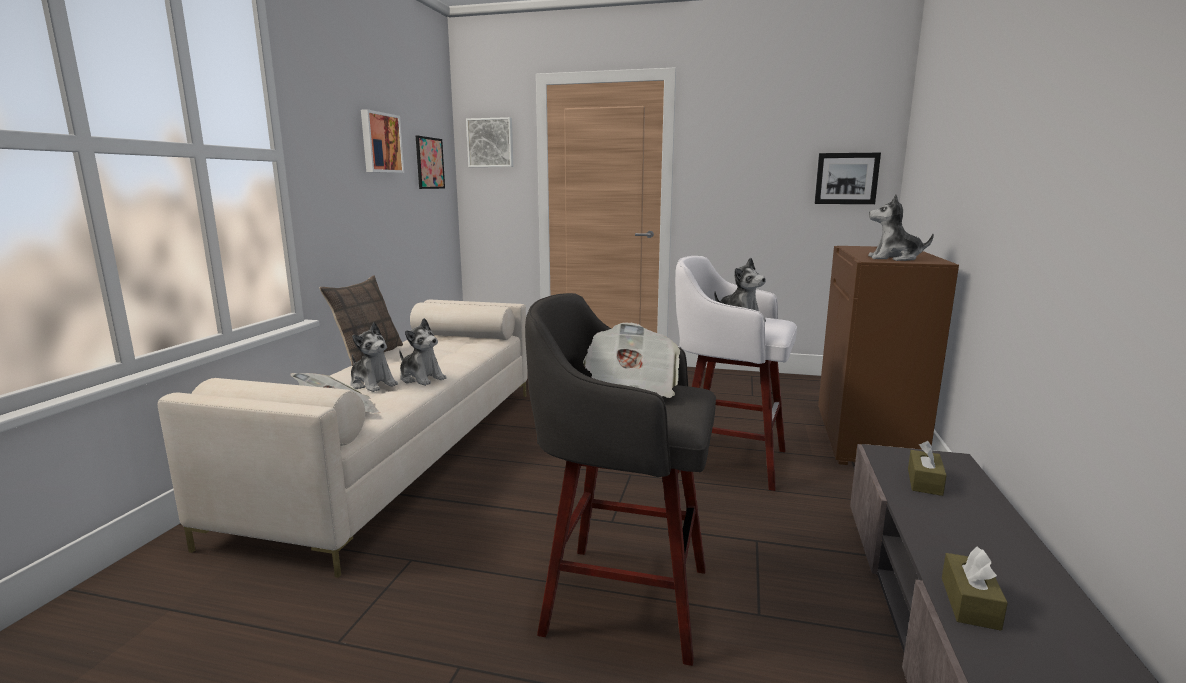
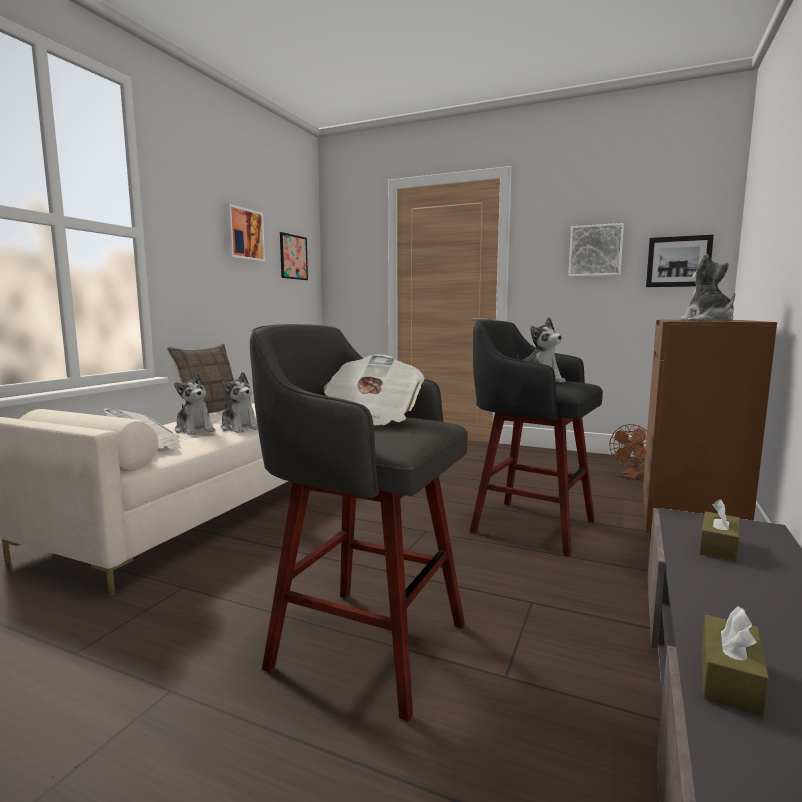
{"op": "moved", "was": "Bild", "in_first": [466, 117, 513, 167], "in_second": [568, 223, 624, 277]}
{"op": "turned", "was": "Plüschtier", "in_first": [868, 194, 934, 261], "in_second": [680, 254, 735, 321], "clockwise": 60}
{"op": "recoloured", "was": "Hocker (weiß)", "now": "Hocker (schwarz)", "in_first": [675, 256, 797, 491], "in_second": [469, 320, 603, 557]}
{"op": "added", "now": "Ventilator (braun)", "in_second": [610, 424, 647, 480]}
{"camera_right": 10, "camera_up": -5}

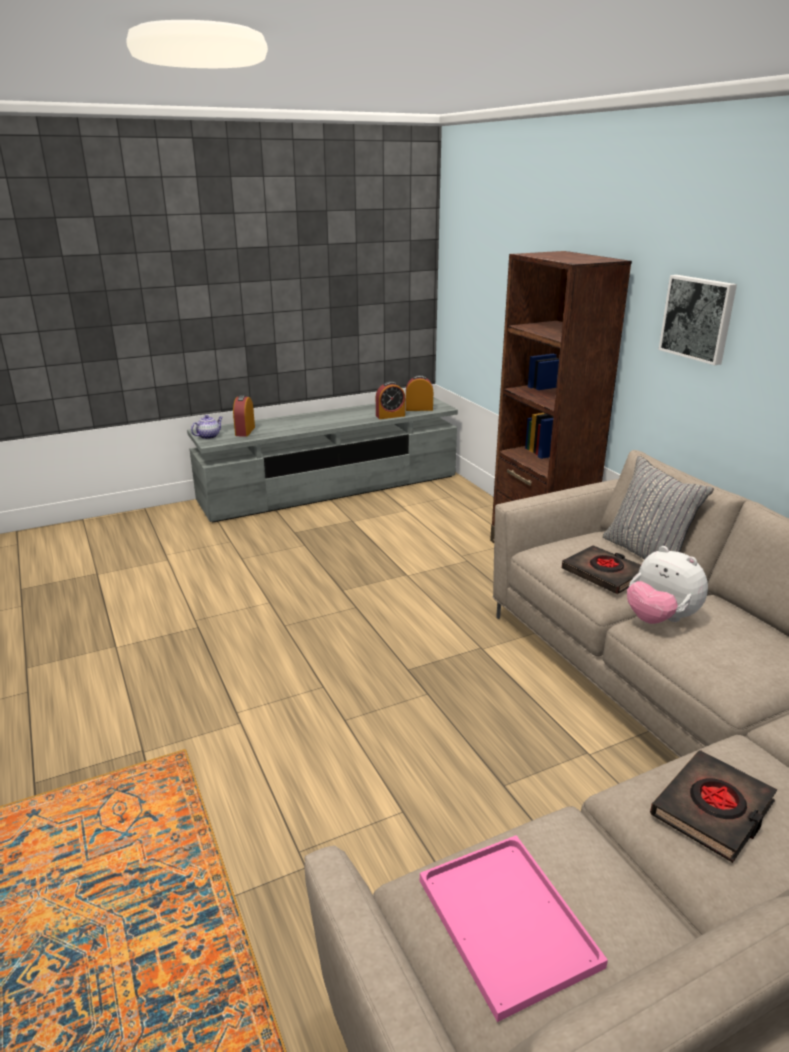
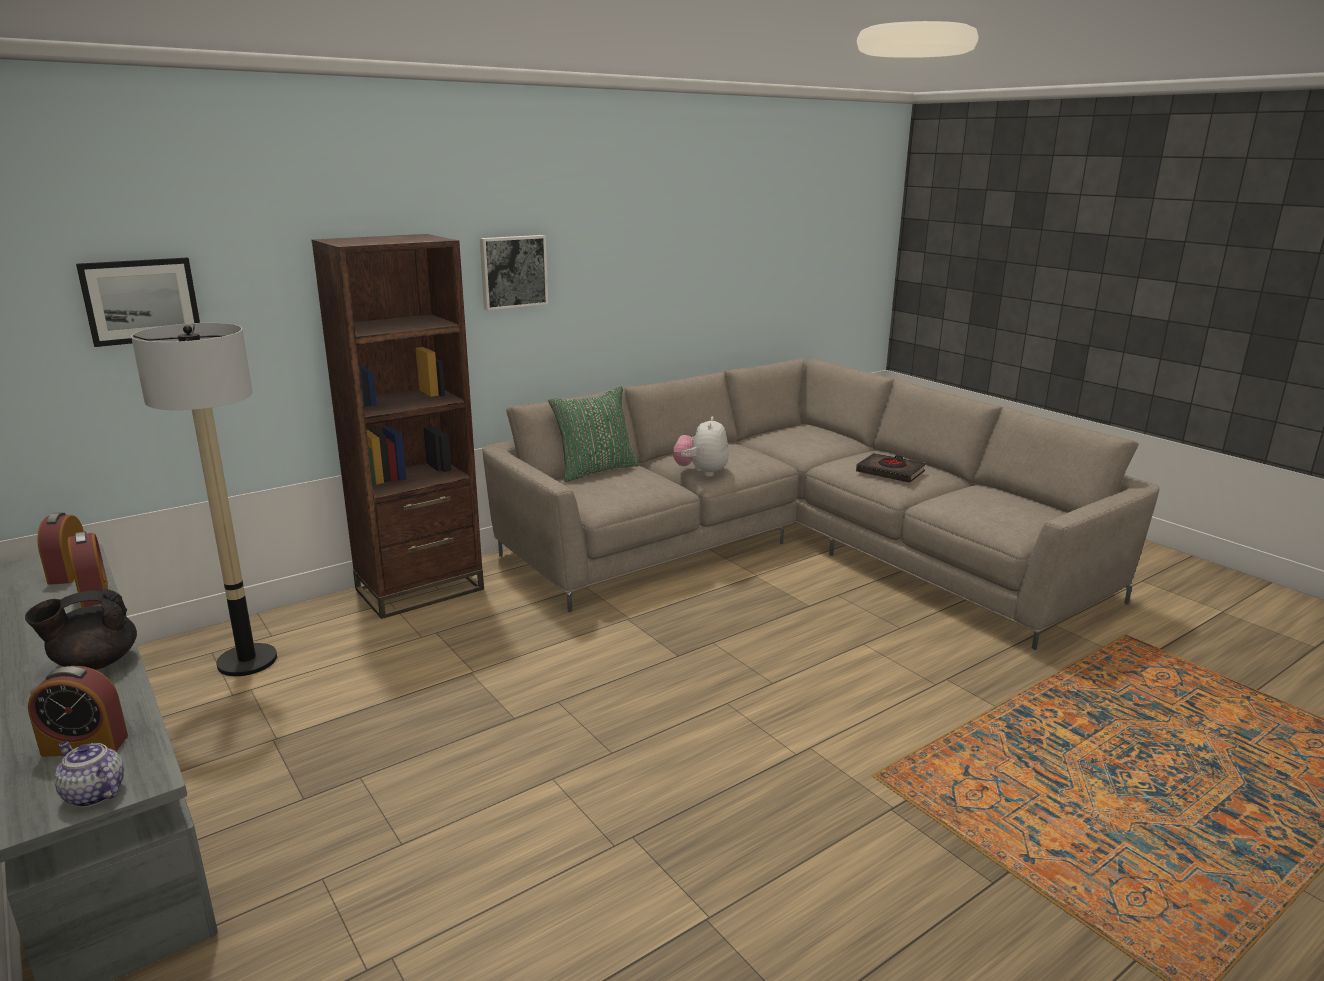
{"op": "recoloured", "was": "Kissen (grau)", "now": "Kissen (grün)", "in_first": [602, 456, 714, 559], "in_second": [548, 386, 639, 482]}
{"op": "removed", "was": "Buch (schwarz)", "in_first": [562, 545, 641, 594]}
{"op": "turned", "was": "Plüschtier", "in_first": [627, 546, 708, 624], "in_second": [673, 416, 729, 477], "clockwise": 150}
{"op": "removed", "was": "Tablett (rosa)", "in_first": [420, 835, 608, 1022]}
{"op": "added", "now": "Bild", "in_second": [76, 257, 200, 347]}
{"op": "added", "now": "Stehlampe", "in_second": [131, 323, 277, 676]}
{"op": "added", "now": "Teekanne (schwarz)", "in_second": [25, 589, 137, 670]}
{"camera_right": -100, "camera_up": -5}

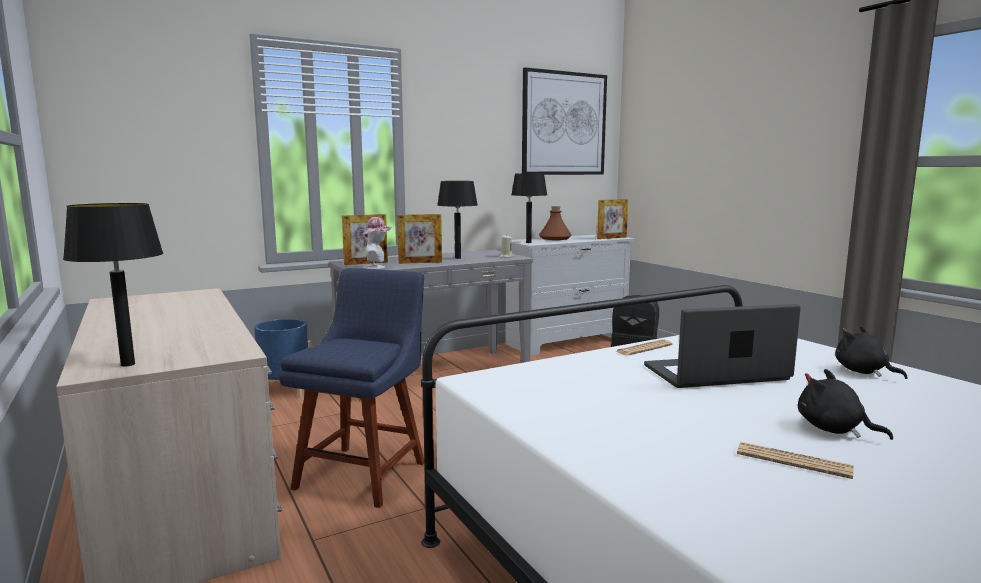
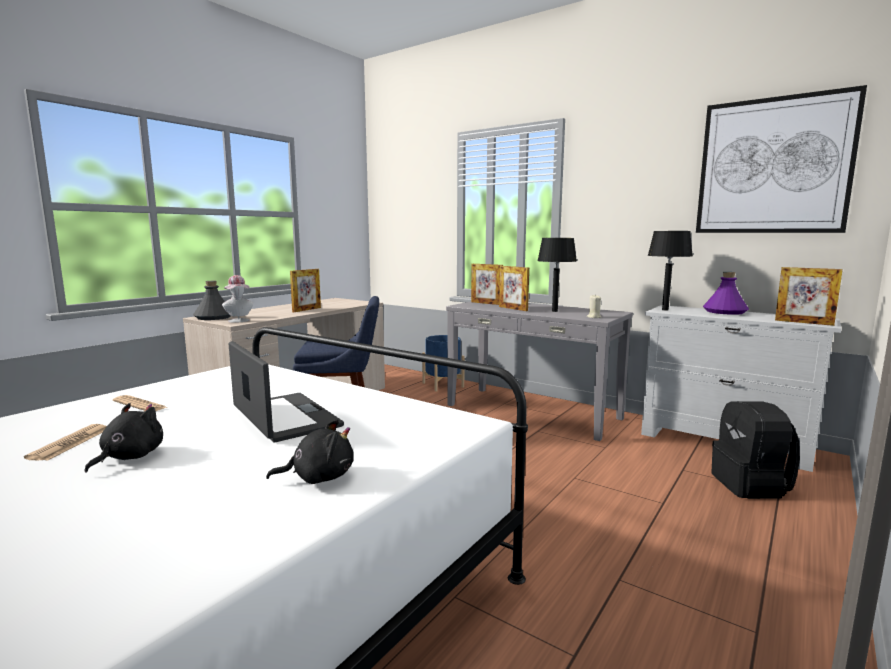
{"op": "replaced", "was": "Tischlampe (schwarz)", "now": "Flasche (grau)", "in_first": [63, 203, 164, 367], "in_second": [193, 281, 230, 320]}
{"op": "recoloured", "was": "Flasche (braun)", "now": "Flasche (lila)", "in_first": [539, 206, 572, 240], "in_second": [703, 272, 749, 315]}
{"op": "moved", "was": "Hut", "in_first": [363, 217, 392, 269], "in_second": [222, 275, 253, 323]}
{"op": "turned", "was": "Plüschtier (schwarz)", "in_first": [835, 326, 908, 379], "in_second": [266, 419, 354, 484], "clockwise": 45}
{"op": "moved", "was": "Zeitung", "in_first": [616, 339, 672, 355], "in_second": [113, 395, 167, 411]}
{"op": "added", "now": "Bilderrahmen", "in_second": [290, 269, 321, 312]}
{"camera_right": 65, "camera_up": 0}

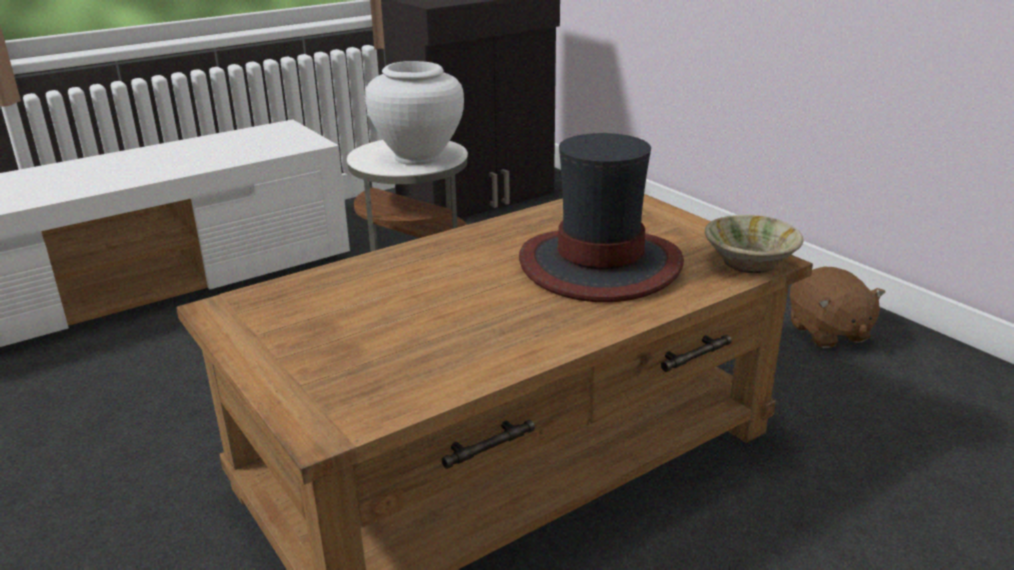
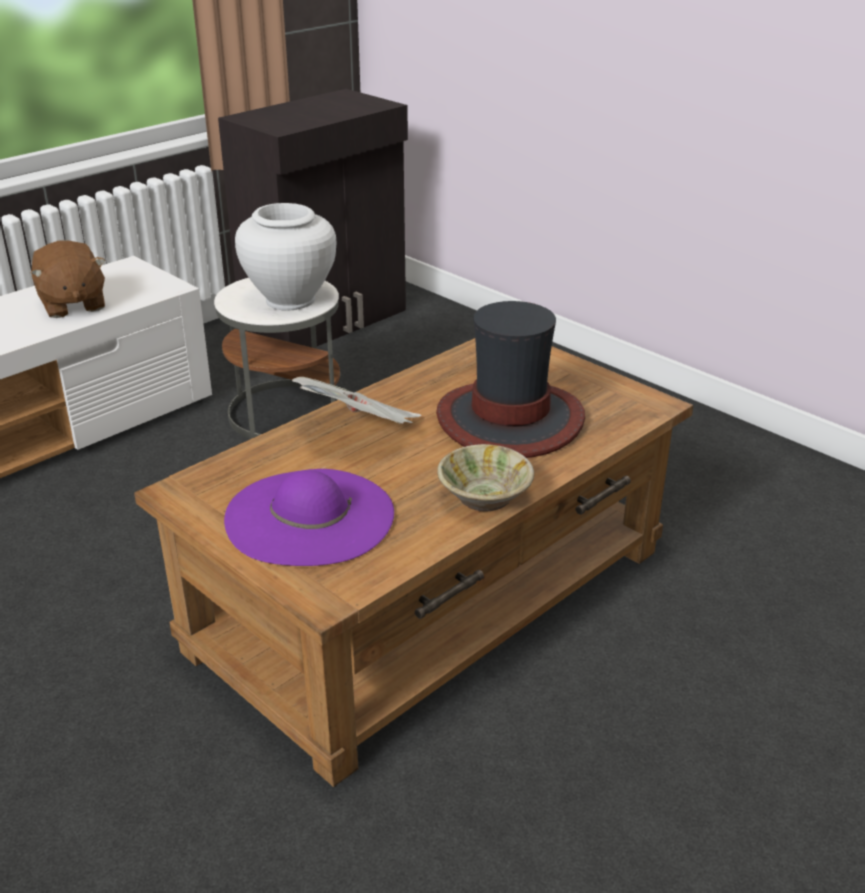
{"op": "moved", "was": "Schüssel (beige)", "in_first": [705, 215, 803, 273], "in_second": [437, 444, 534, 512]}
{"op": "moved", "was": "Plüschtier (braun)", "in_first": [790, 267, 885, 348], "in_second": [31, 240, 106, 318]}
{"op": "added", "now": "Zeitung", "in_second": [292, 377, 421, 424]}
{"op": "added", "now": "Hut (lila)", "in_second": [224, 469, 394, 566]}
{"camera_right": -10, "camera_up": 5}

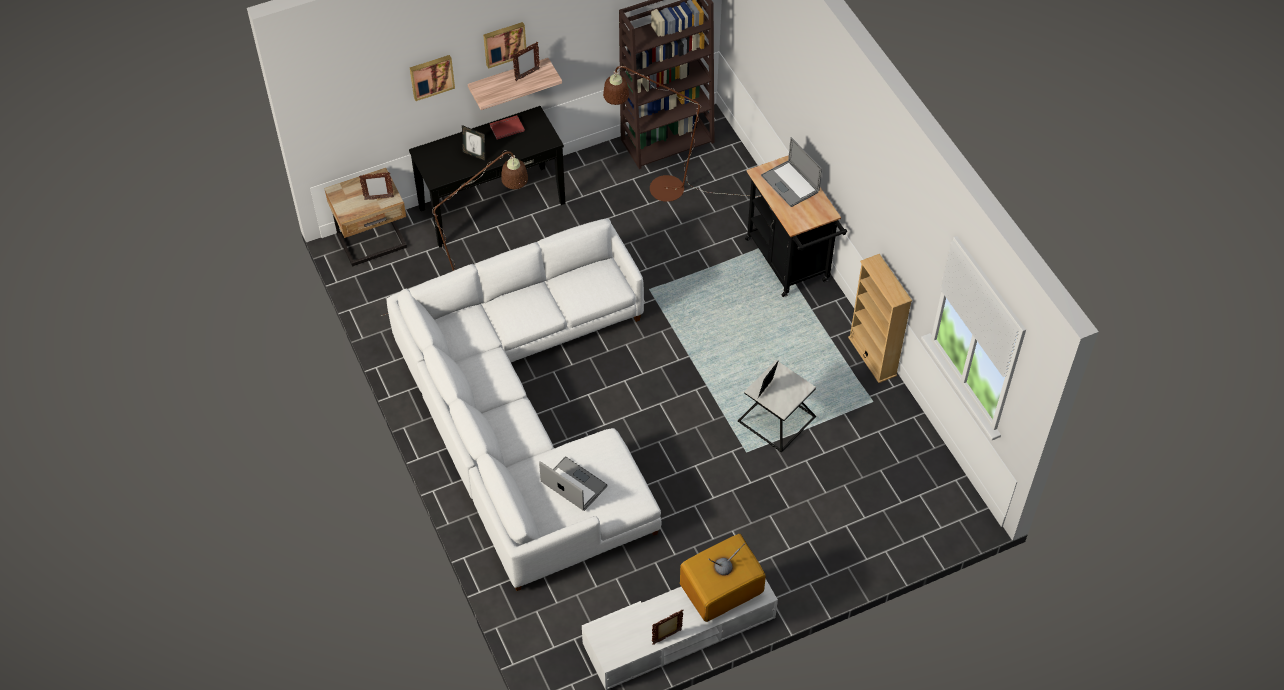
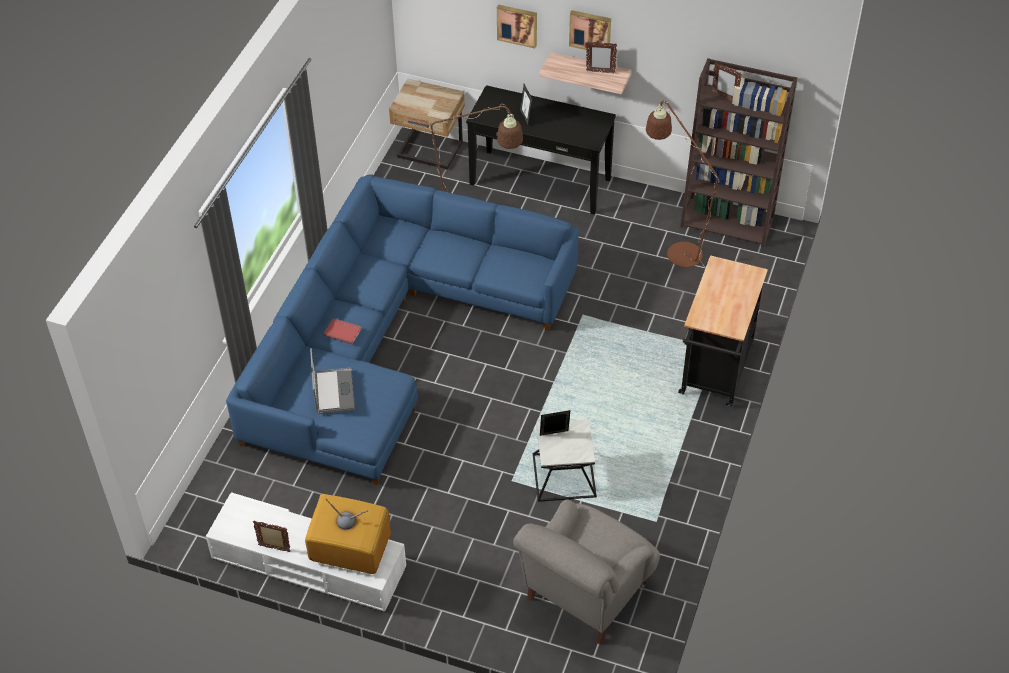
{"op": "moved", "was": "Buch (rot)", "in_first": [490, 115, 525, 140], "in_second": [323, 318, 362, 344]}
{"op": "removed", "was": "Laptop", "in_first": [761, 137, 822, 207]}
{"op": "moved", "was": "Bilderrahmen", "in_first": [359, 172, 394, 200], "in_second": [712, 62, 742, 101]}
{"op": "recoloured", "was": "Sofa (weiß)", "now": "Sofa (blau)", "in_first": [387, 218, 662, 591], "in_second": [226, 174, 579, 485]}
{"op": "removed", "was": "Bücherregal (beige)", "in_first": [848, 254, 912, 383]}
{"op": "added", "now": "Sessel (grau)", "in_second": [513, 499, 660, 645]}
{"camera_right": 45, "camera_up": -5}

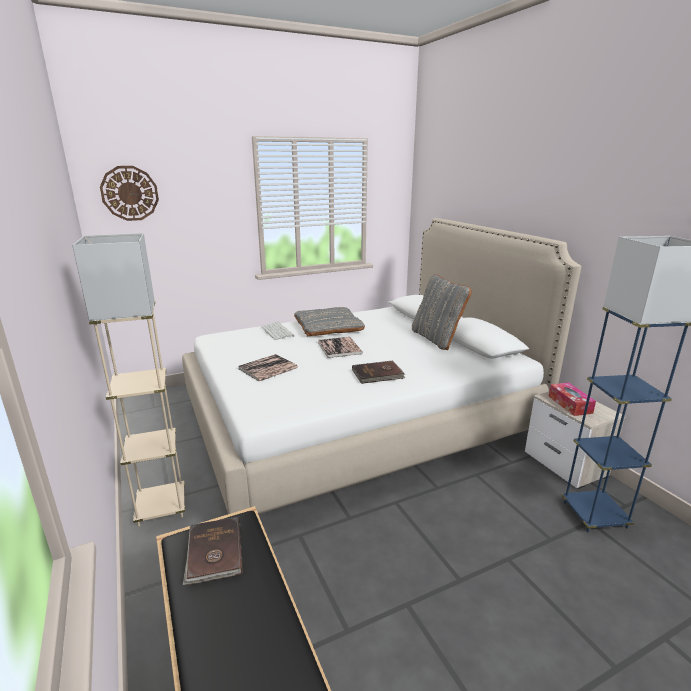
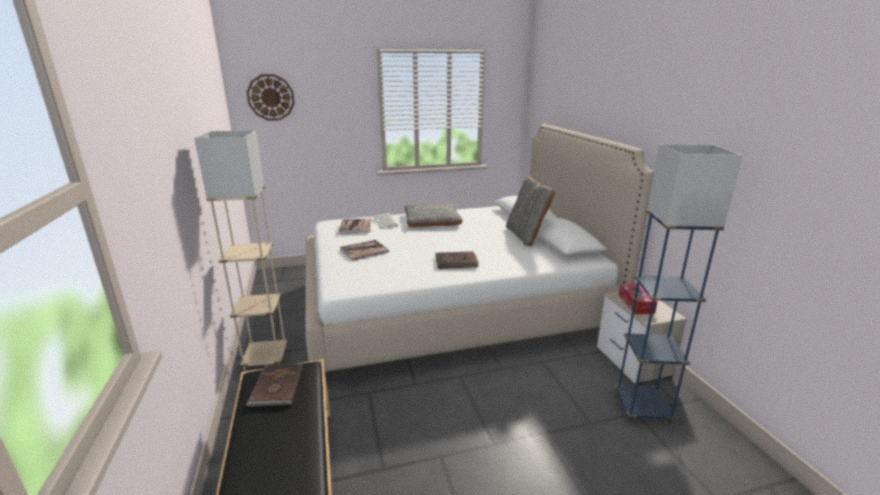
{"op": "moved", "was": "Buch", "in_first": [318, 337, 363, 358], "in_second": [339, 219, 371, 234]}
{"camera_right": 10, "camera_up": 0}

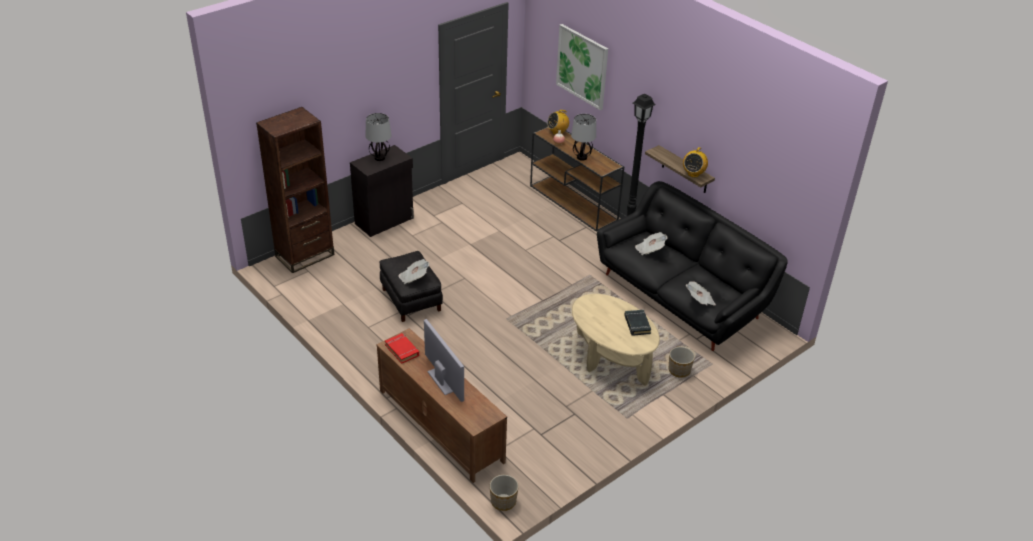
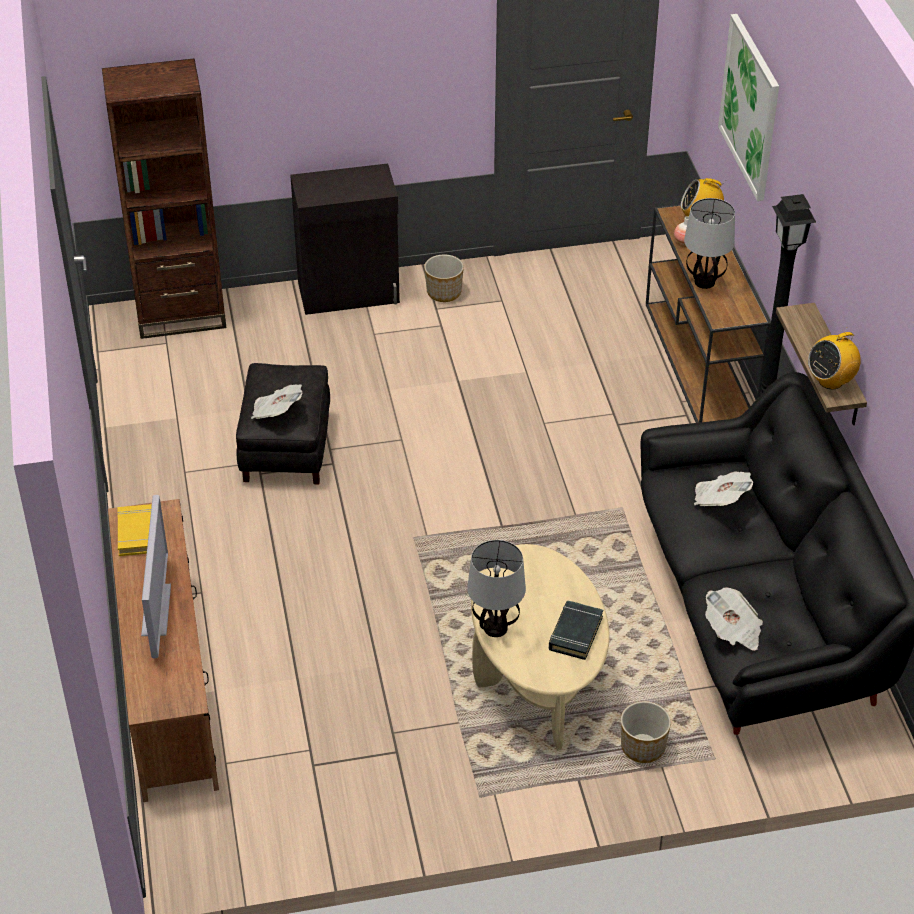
{"op": "moved", "was": "Tischlampe", "in_first": [365, 113, 391, 161], "in_second": [467, 540, 526, 637]}
{"op": "recoloured", "was": "Buch (rot)", "now": "Buch (gelb)", "in_first": [385, 333, 419, 364], "in_second": [118, 504, 152, 556]}
{"op": "moved", "was": "Pflanzkübel", "in_first": [490, 475, 519, 511], "in_second": [424, 254, 464, 302]}
{"camera_right": 30, "camera_up": 5}

